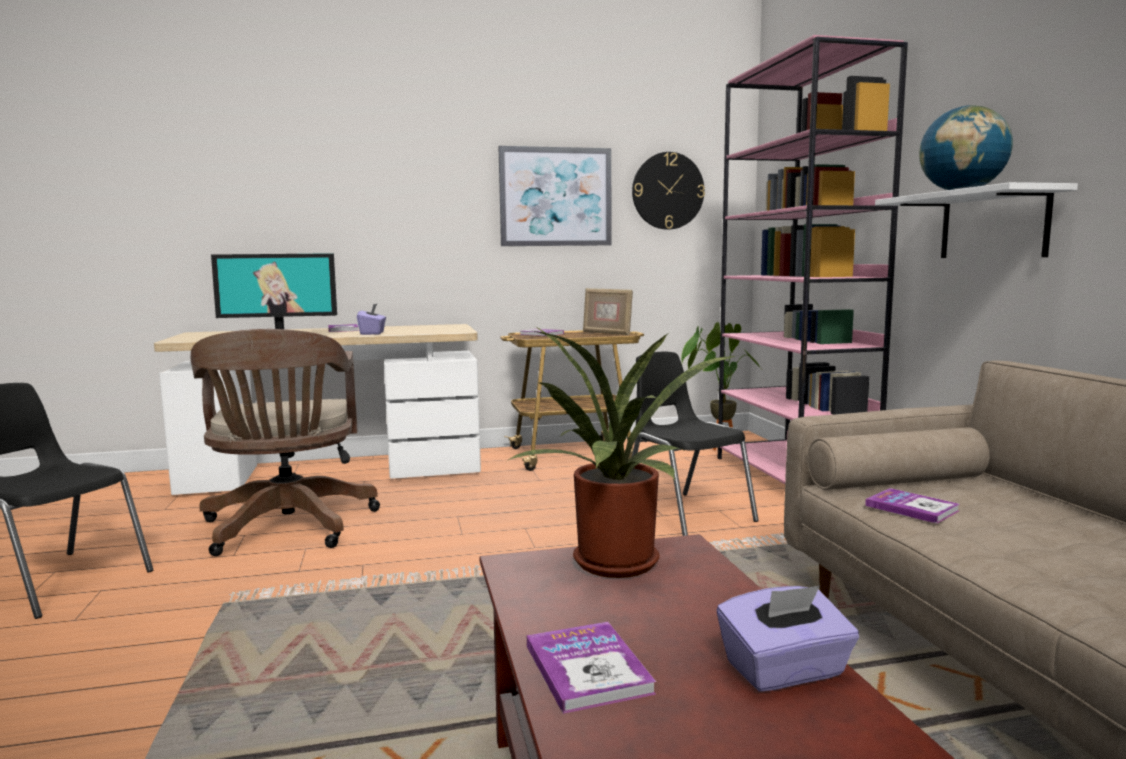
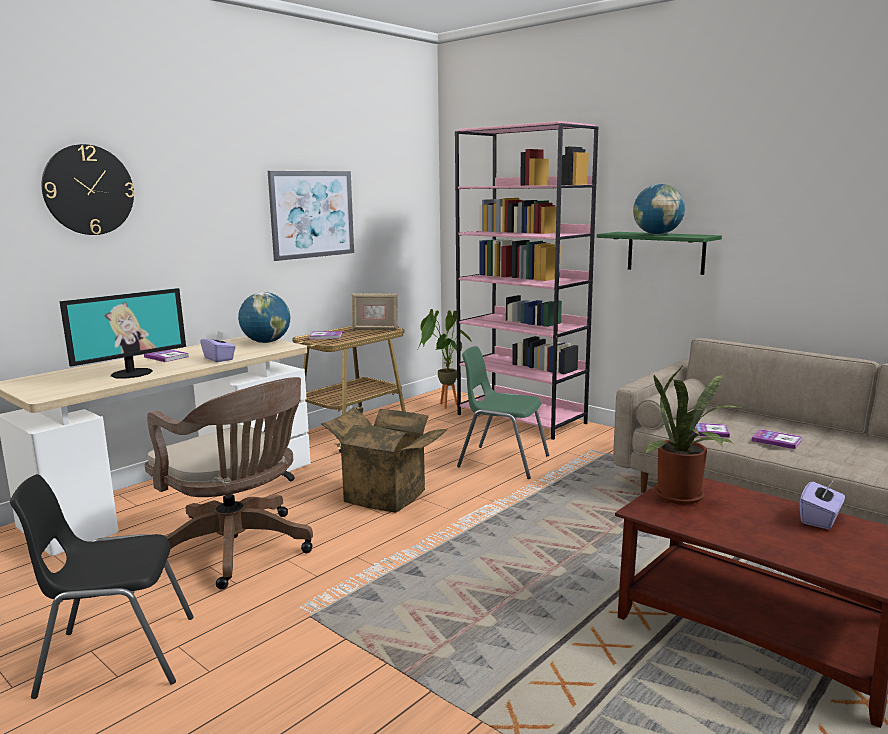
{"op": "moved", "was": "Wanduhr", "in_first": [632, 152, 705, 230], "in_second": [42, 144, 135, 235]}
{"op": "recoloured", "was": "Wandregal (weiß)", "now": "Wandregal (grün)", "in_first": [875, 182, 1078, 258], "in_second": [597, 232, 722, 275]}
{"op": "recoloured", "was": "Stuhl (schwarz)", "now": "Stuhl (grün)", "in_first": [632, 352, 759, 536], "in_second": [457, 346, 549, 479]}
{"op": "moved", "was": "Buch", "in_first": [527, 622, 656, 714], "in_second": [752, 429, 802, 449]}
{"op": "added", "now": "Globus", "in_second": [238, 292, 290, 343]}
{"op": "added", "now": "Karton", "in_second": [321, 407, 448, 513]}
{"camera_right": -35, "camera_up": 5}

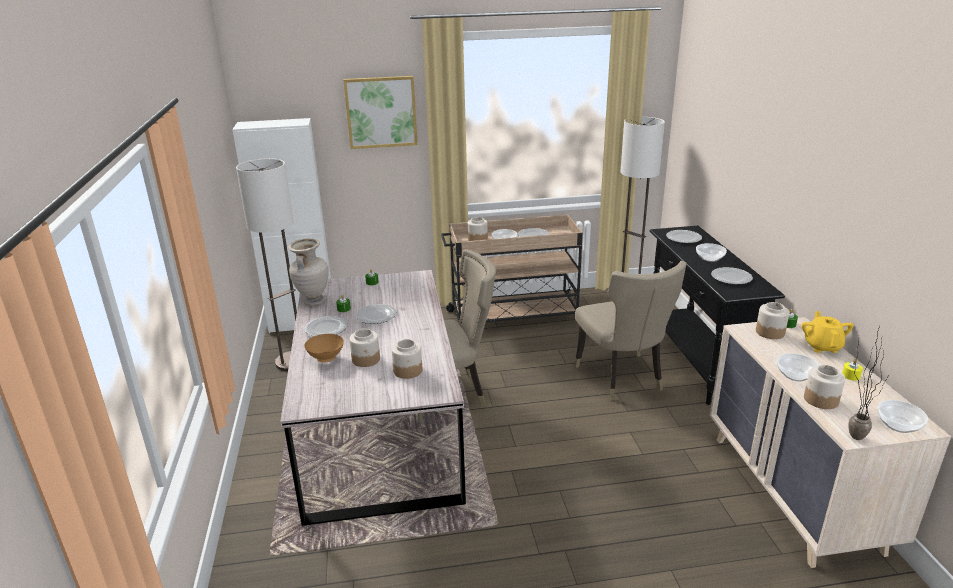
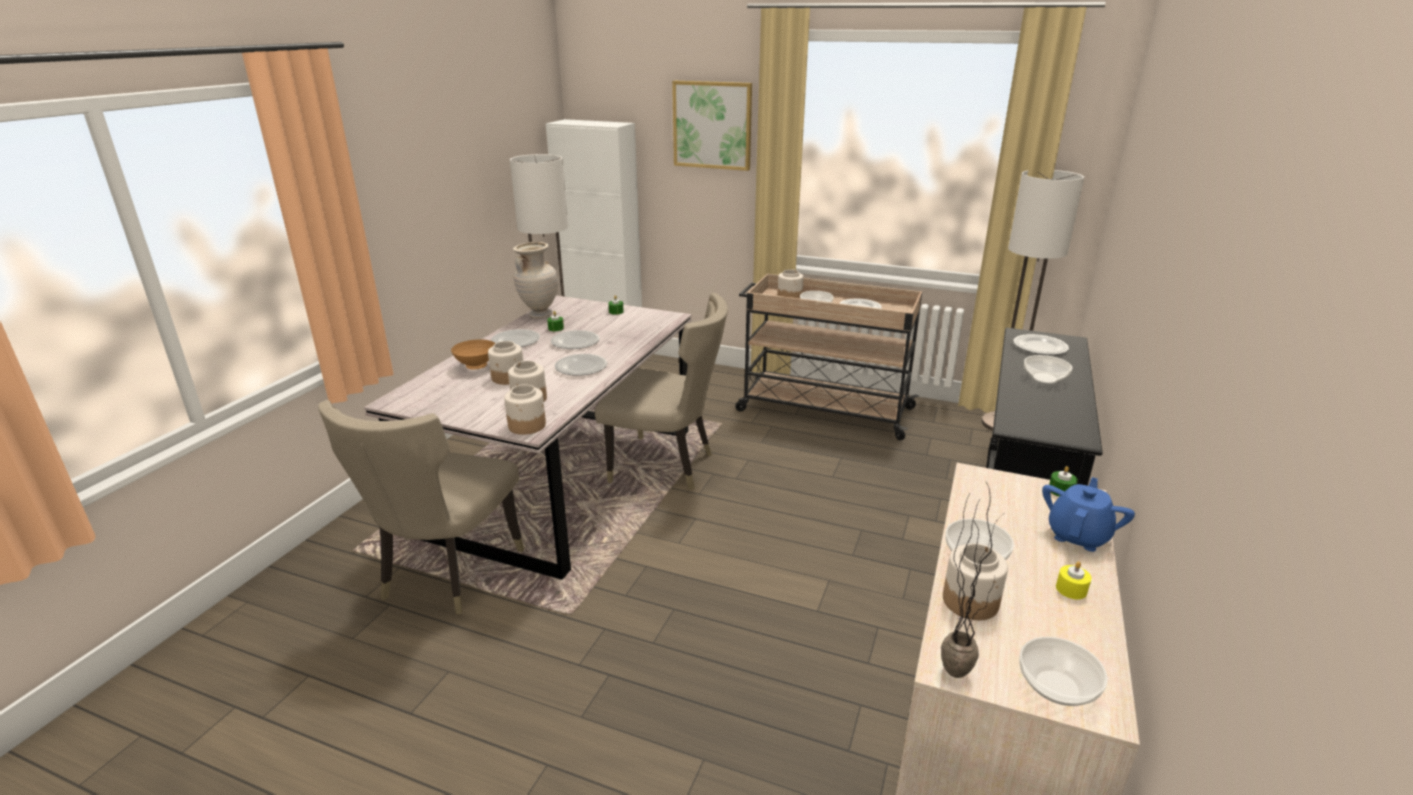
{"op": "moved", "was": "Stuhl (beige)", "in_first": [574, 261, 686, 400], "in_second": [318, 400, 524, 615]}
{"op": "moved", "was": "Teller", "in_first": [711, 267, 753, 284], "in_second": [555, 354, 607, 376]}
{"op": "moved", "was": "Vorratsglas", "in_first": [756, 302, 789, 339], "in_second": [504, 384, 546, 435]}
{"op": "recoloured", "was": "Teekanne (gelb)", "now": "Teekanne (blau)", "in_first": [801, 311, 854, 353], "in_second": [1042, 477, 1135, 552]}
{"camera_right": 30, "camera_up": 0}

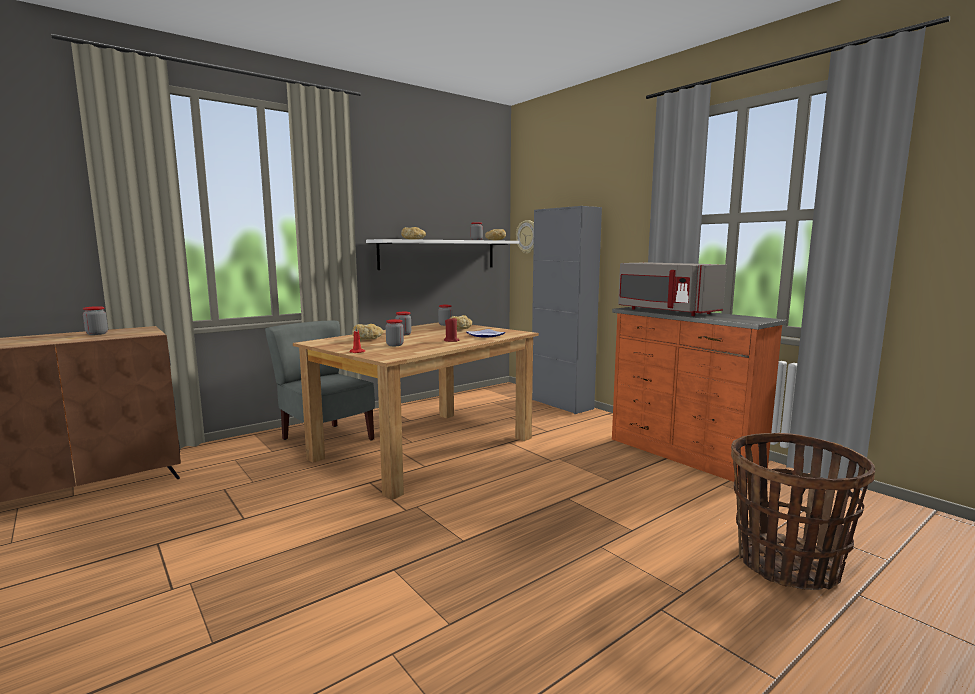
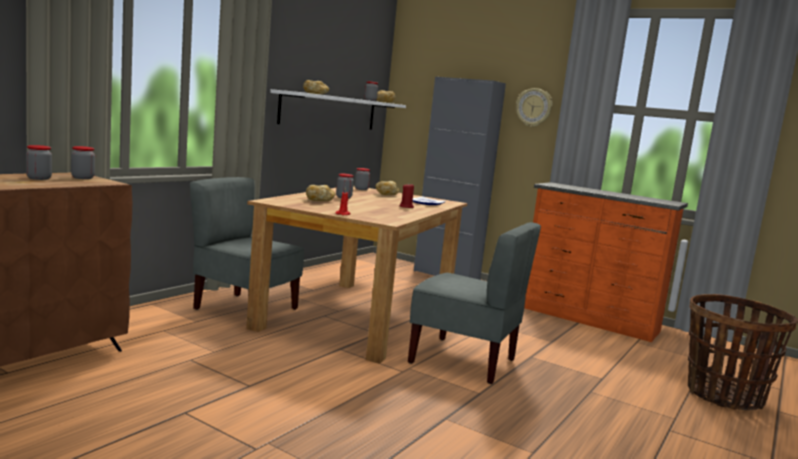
{"op": "moved", "was": "Wanduhr", "in_first": [516, 220, 534, 254], "in_second": [516, 88, 553, 127]}
{"op": "removed", "was": "Mikrowelle (grau)", "in_first": [618, 263, 727, 316]}
{"op": "moved", "was": "Vorratsglas", "in_first": [386, 319, 404, 346], "in_second": [71, 146, 95, 179]}
{"op": "added", "now": "Stuhl (grau)", "in_second": [408, 222, 541, 384]}
{"camera_right": -20, "camera_up": 0}

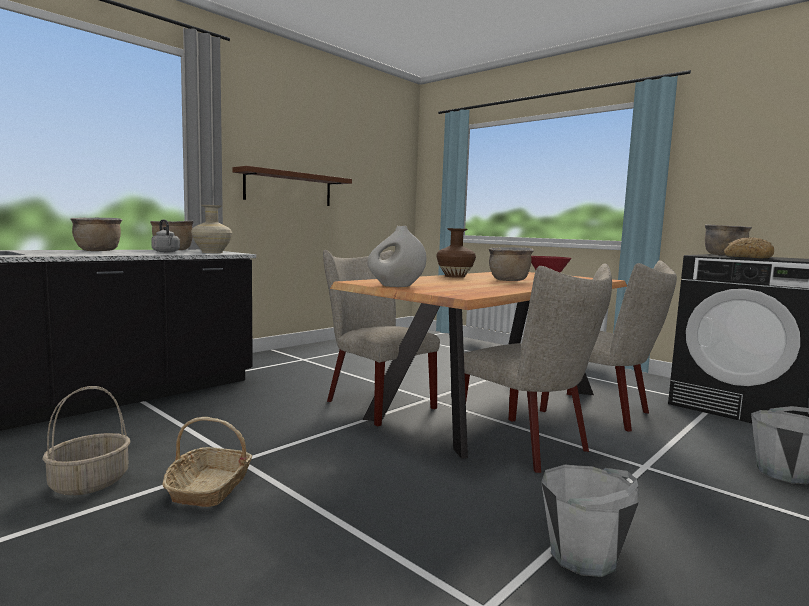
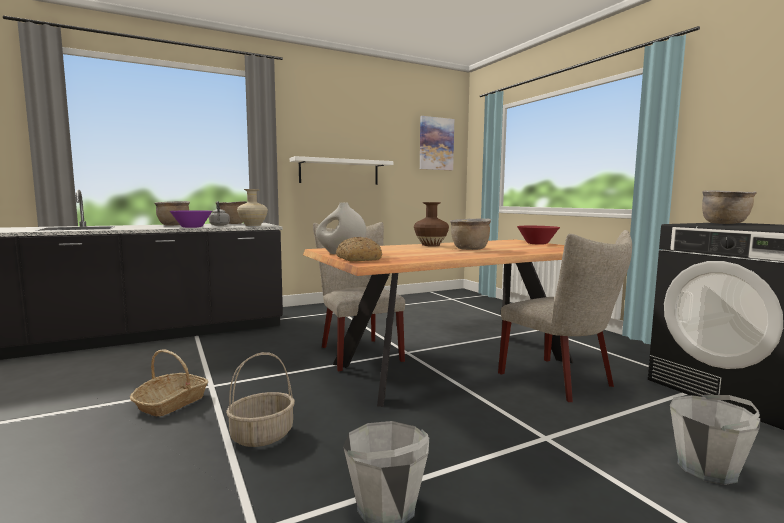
{"op": "recoloured", "was": "Wandregal (braun)", "now": "Wandregal (weiß)", "in_first": [232, 166, 352, 206], "in_second": [290, 156, 393, 185]}
{"op": "moved", "was": "Brot", "in_first": [724, 237, 774, 258], "in_second": [336, 237, 383, 261]}
{"op": "removed", "was": "Stuhl (beige)", "in_first": [464, 264, 612, 473]}
{"op": "moved", "was": "Korb", "in_first": [42, 386, 130, 495], "in_second": [226, 352, 295, 447]}
{"op": "added", "now": "Bild", "in_second": [420, 116, 454, 170]}
{"op": "added", "now": "Schüssel (lila)", "in_second": [170, 210, 212, 228]}
{"camera_right": 20, "camera_up": 0}

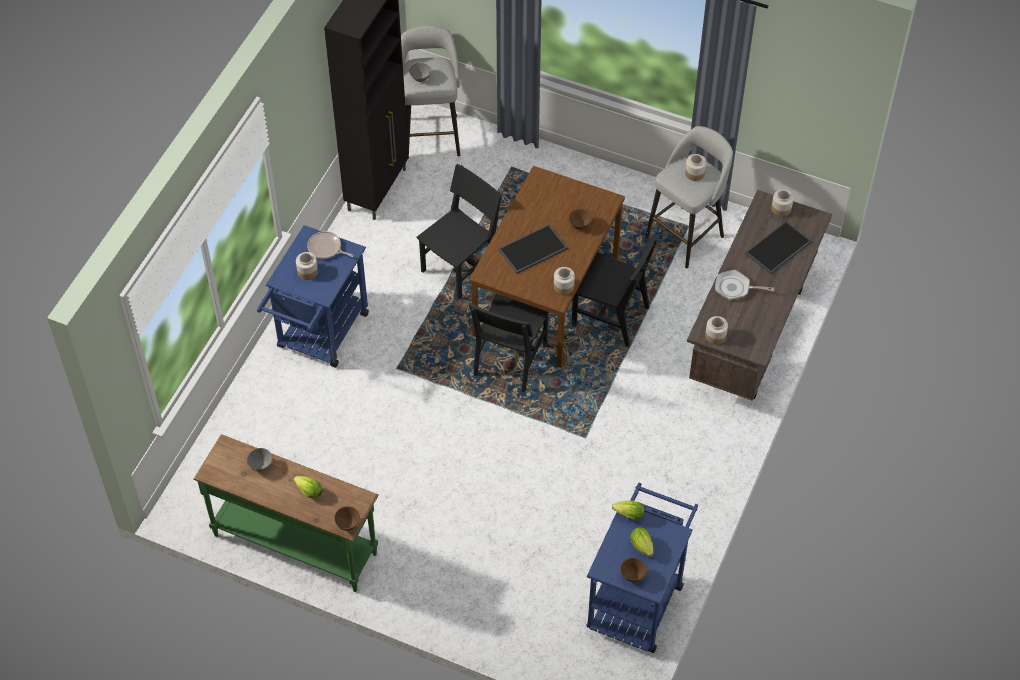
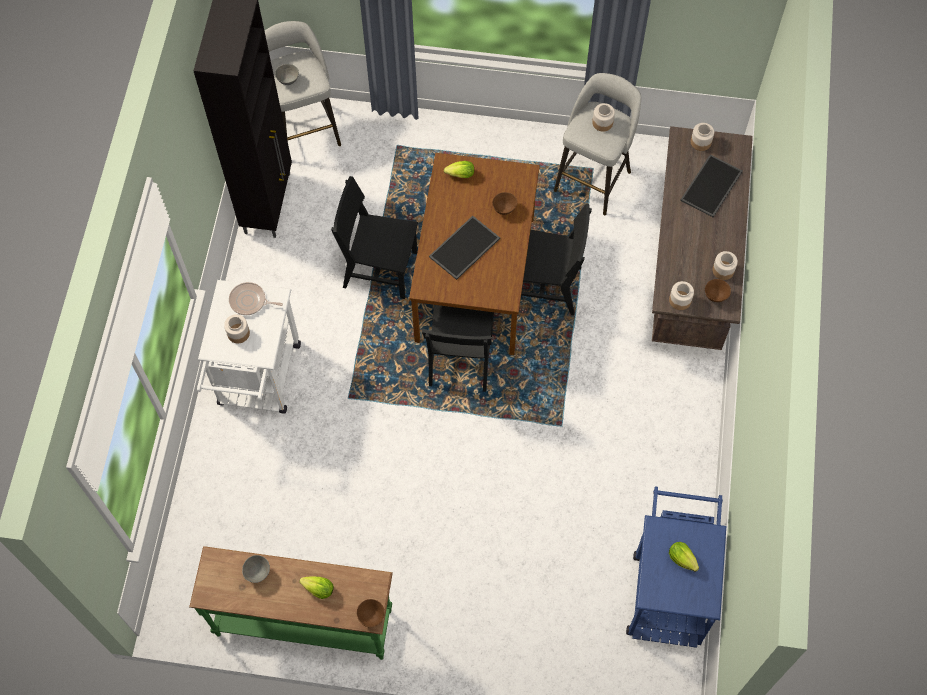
{"op": "turned", "was": "Stuhl (schwarz)", "in_first": [416, 164, 502, 299], "in_second": [331, 176, 418, 299], "clockwise": -105}
{"op": "recoloured", "was": "Rollwagen (blau)", "now": "Rollwagen (weiß)", "in_first": [257, 225, 369, 368], "in_second": [197, 280, 301, 414]}
{"op": "moved", "was": "Vorratsglas", "in_first": [554, 267, 575, 295], "in_second": [712, 251, 738, 280]}
{"op": "removed", "was": "Pfanne", "in_first": [715, 270, 774, 300]}
{"op": "moved", "was": "Salatkopf", "in_first": [612, 501, 644, 520], "in_second": [444, 161, 474, 178]}
{"op": "moved", "was": "Schüssel (braun)", "in_first": [620, 558, 647, 582], "in_second": [705, 279, 731, 302]}
{"camera_right": -15, "camera_up": 10}

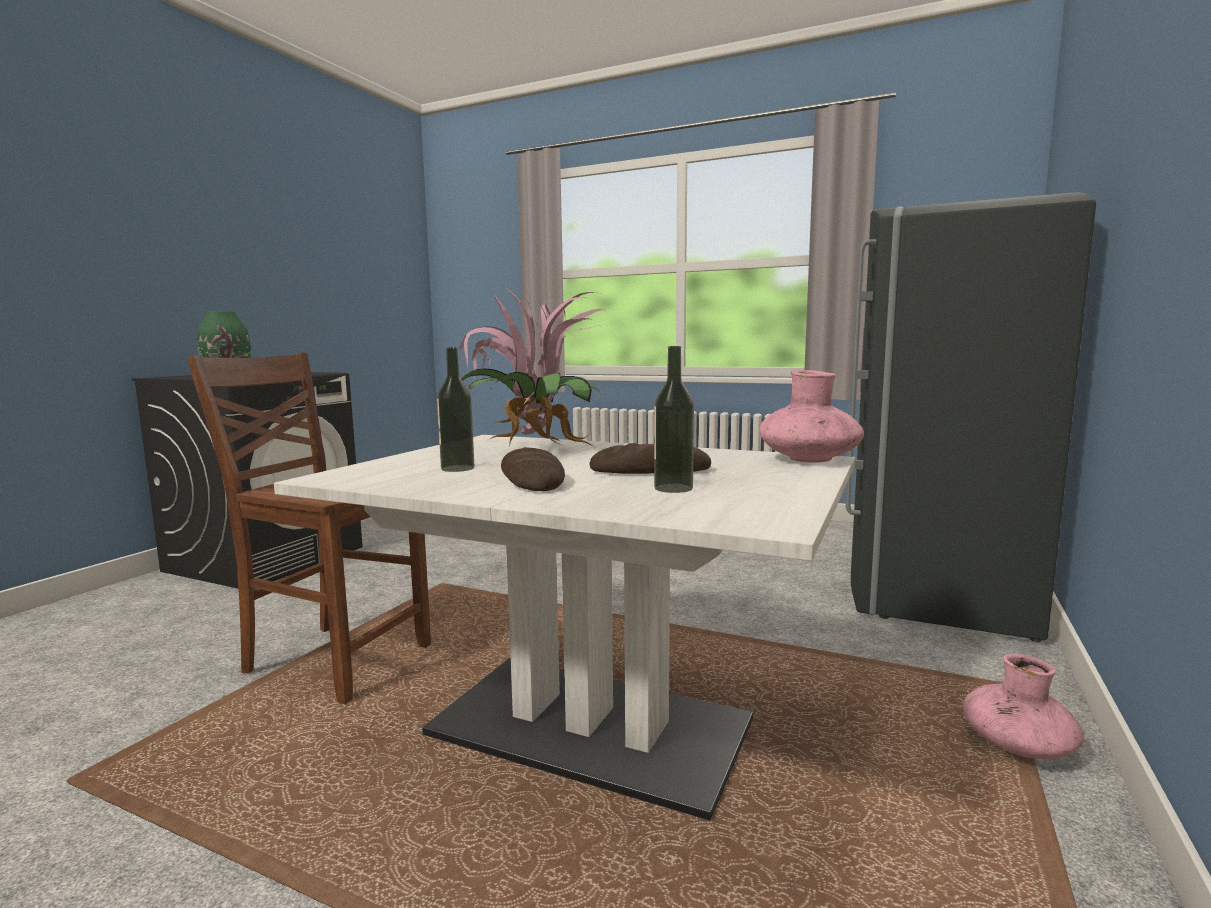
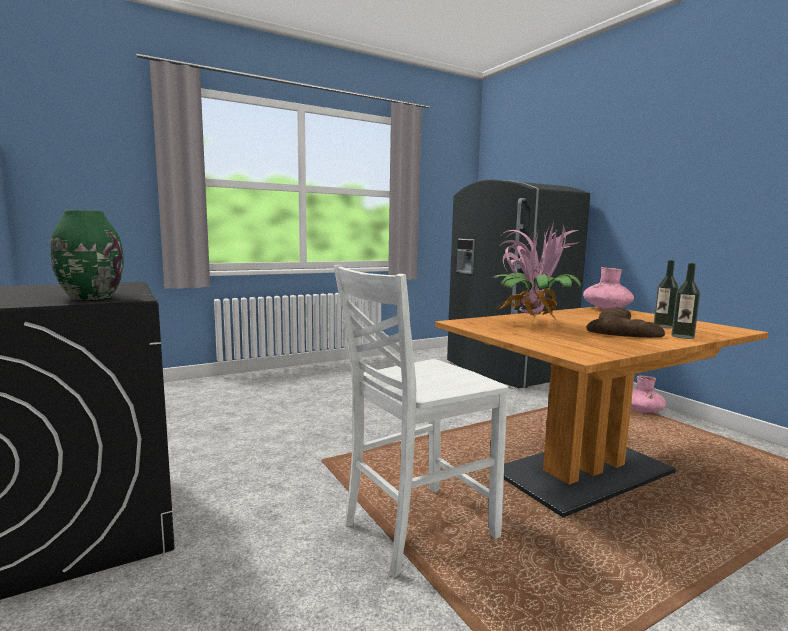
{"op": "moved", "was": "Flasche", "in_first": [437, 347, 474, 472], "in_second": [671, 263, 700, 339]}
{"op": "recoloured", "was": "Stuhl (braun)", "now": "Stuhl (weiß)", "in_first": [187, 353, 431, 704], "in_second": [334, 265, 508, 577]}
{"op": "recoloured", "was": "Esstisch (weiß)", "now": "Esstisch (braun)", "in_first": [274, 435, 855, 821], "in_second": [435, 306, 769, 518]}
{"camera_right": -55, "camera_up": 0}

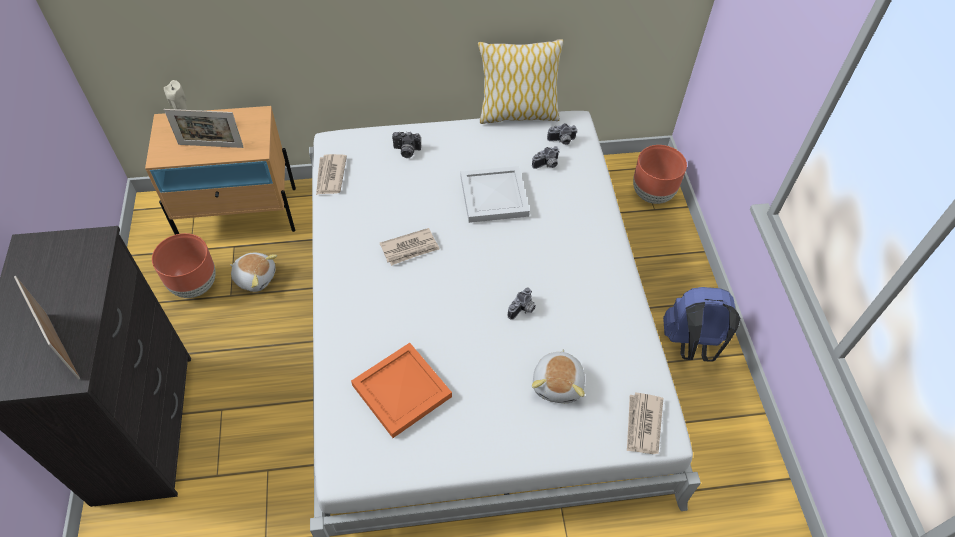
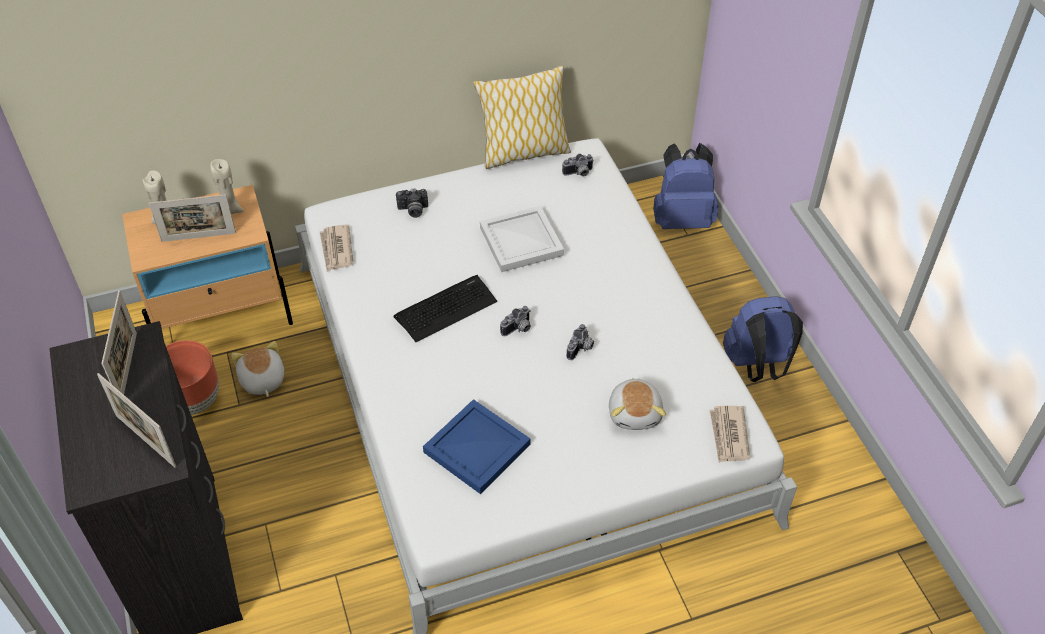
{"op": "replaced", "was": "Pflanzkübel (braun)", "now": "Rucksack (blau)", "in_first": [633, 145, 687, 204], "in_second": [653, 143, 719, 229]}
{"op": "moved", "was": "Kamera", "in_first": [532, 146, 560, 169], "in_second": [500, 306, 531, 336]}
{"op": "replaced", "was": "Zeitung", "now": "Tastatur", "in_first": [380, 228, 439, 266], "in_second": [393, 275, 497, 342]}
{"op": "turned", "was": "Plüschtier", "in_first": [230, 253, 277, 292], "in_second": [231, 341, 284, 397], "clockwise": -120}
{"op": "recoloured", "was": "Tablett (orange)", "now": "Tablett (blau)", "in_first": [351, 343, 452, 438], "in_second": [423, 399, 530, 494]}
{"op": "added", "now": "Kerze (beige)", "in_second": [210, 159, 243, 214]}
{"op": "added", "now": "Bilderrahmen", "in_second": [101, 290, 137, 394]}
{"camera_right": -10, "camera_up": -5}

